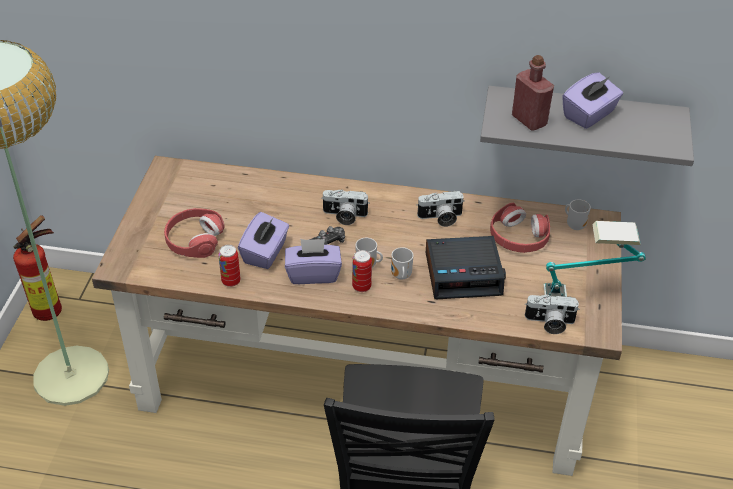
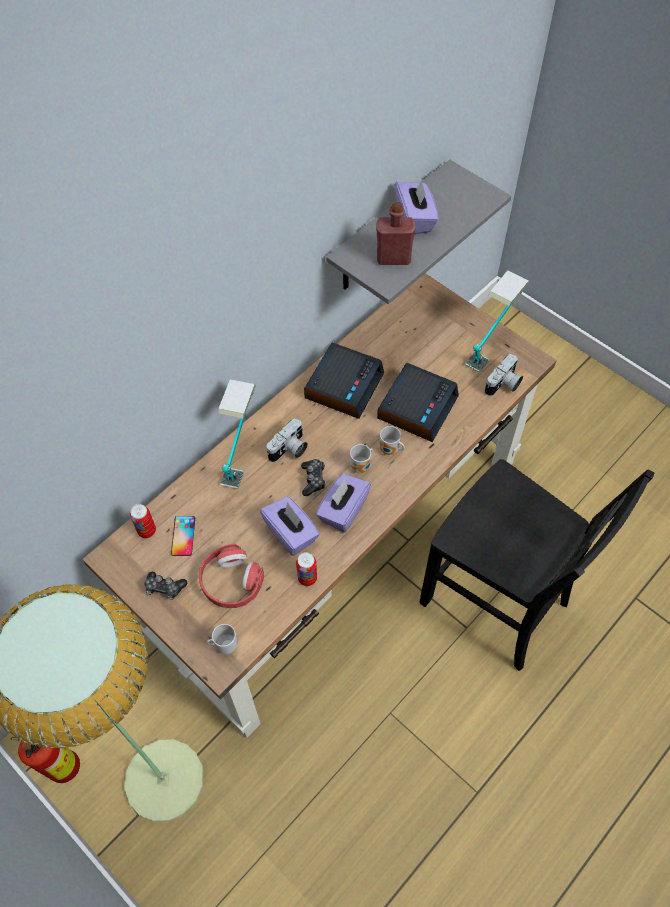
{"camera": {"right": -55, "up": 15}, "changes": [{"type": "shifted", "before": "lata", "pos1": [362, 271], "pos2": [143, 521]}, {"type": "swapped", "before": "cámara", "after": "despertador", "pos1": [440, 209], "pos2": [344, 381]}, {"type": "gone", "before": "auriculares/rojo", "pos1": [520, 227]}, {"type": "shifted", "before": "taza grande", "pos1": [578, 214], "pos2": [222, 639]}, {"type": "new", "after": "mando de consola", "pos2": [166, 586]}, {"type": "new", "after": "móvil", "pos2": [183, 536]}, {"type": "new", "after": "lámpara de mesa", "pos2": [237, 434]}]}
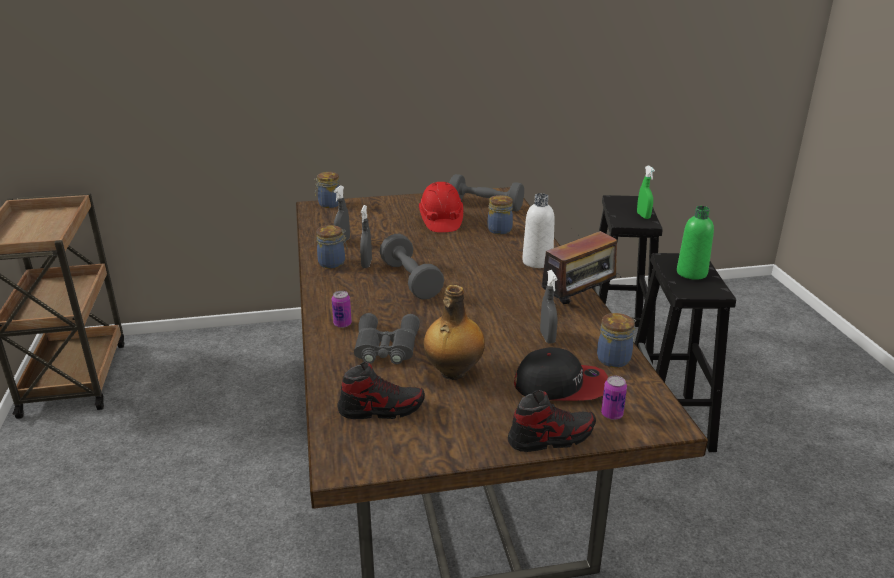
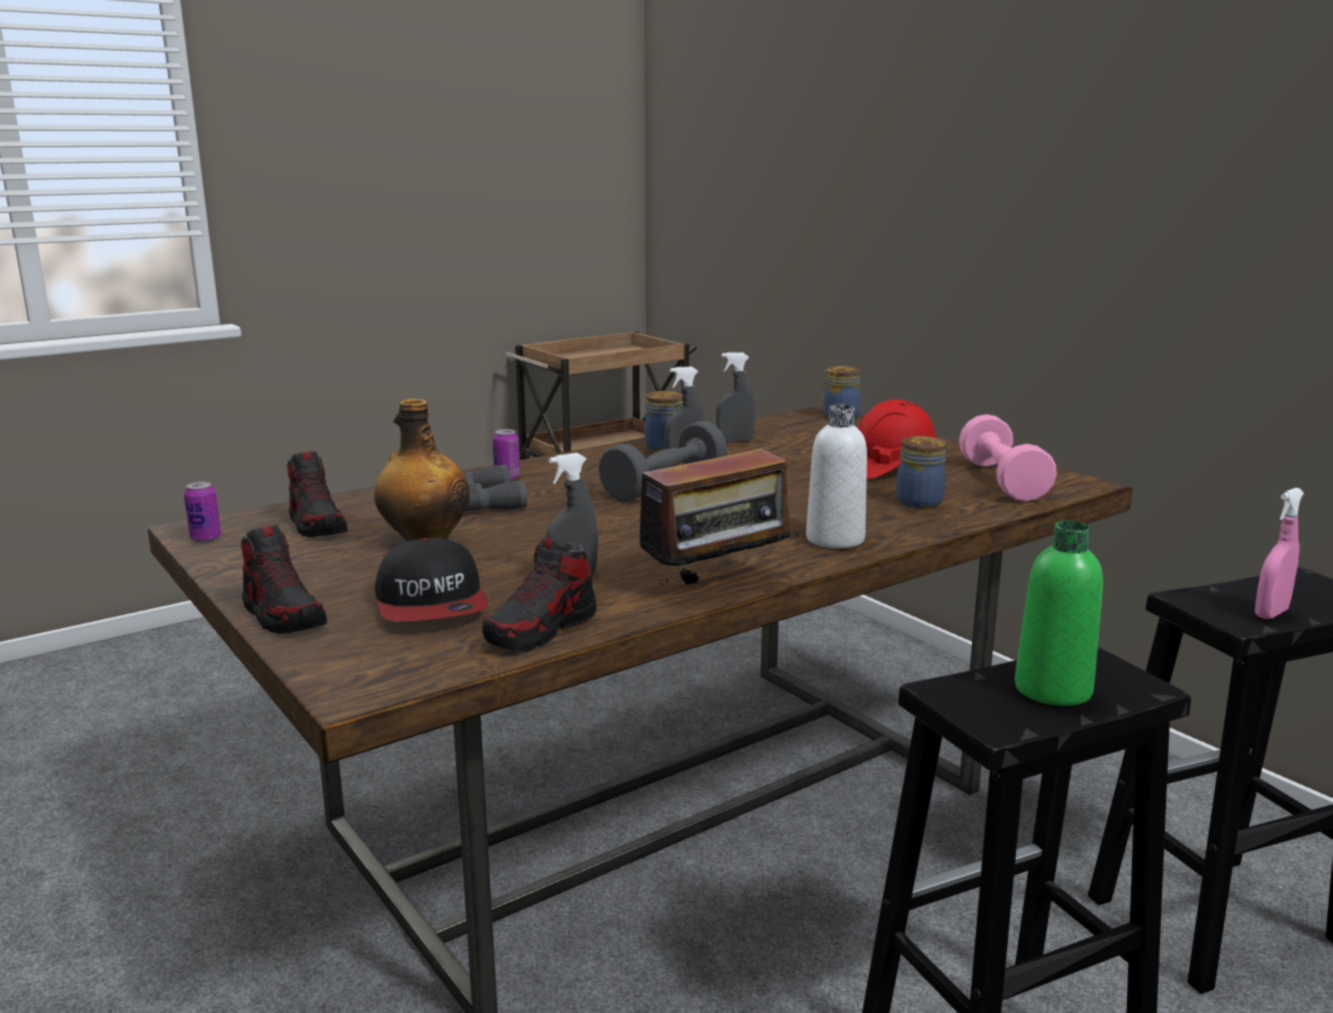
{"camera": {"right": 65, "up": -10}, "changes": [{"type": "repainted", "before": "mancuerna/gris", "after": "mancuerna/rosa", "pos1": [486, 192], "pos2": [1008, 458]}, {"type": "rotated", "before": "radio", "pos1": [578, 267], "pos2": [720, 508], "turn": -60}, {"type": "swapped", "before": "tarro", "after": "zapato", "pos1": [616, 340], "pos2": [539, 594]}, {"type": "shifted", "before": "lata", "pos1": [614, 398], "pos2": [203, 512]}, {"type": "repainted", "before": "pulverizador/verde", "after": "pulverizador/rosa", "pos1": [646, 192], "pos2": [1279, 553]}]}
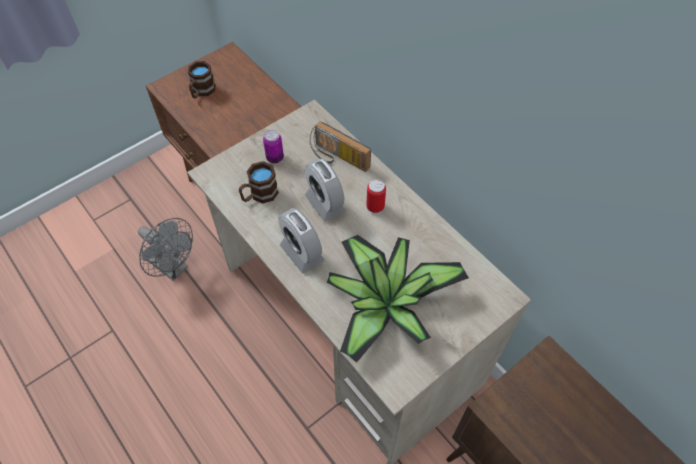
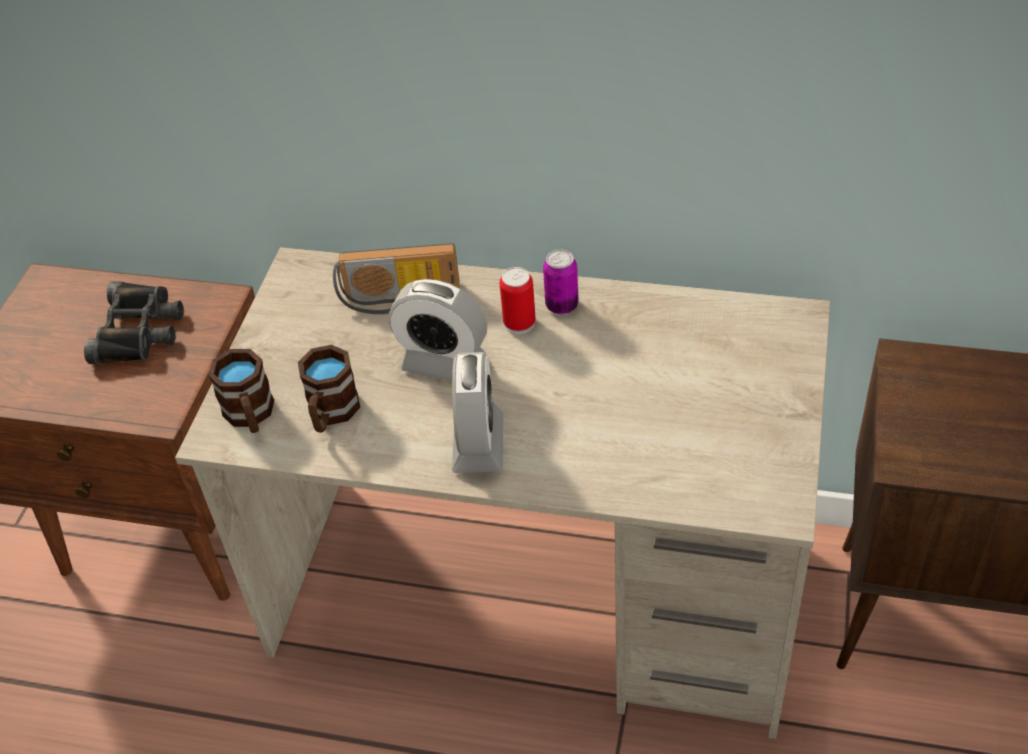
{"camera": {"right": -35, "up": -10}, "changes": [{"type": "gone", "before": "ventilador/gris", "pos1": [165, 249]}, {"type": "shifted", "before": "taza grande/marrón", "pos1": [201, 80], "pos2": [241, 391]}, {"type": "shifted", "before": "lata", "pos1": [273, 146], "pos2": [561, 282]}, {"type": "rotated", "before": "despertador", "pos1": [301, 241], "pos2": [477, 412], "turn": -105}, {"type": "gone", "before": "planta en maceta", "pos1": [398, 299]}, {"type": "new", "after": "prismáticos/negro", "pos2": [134, 322]}]}
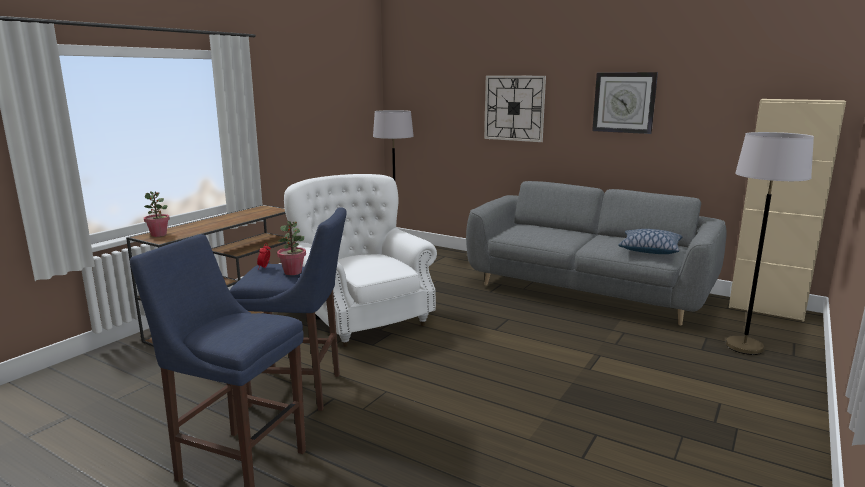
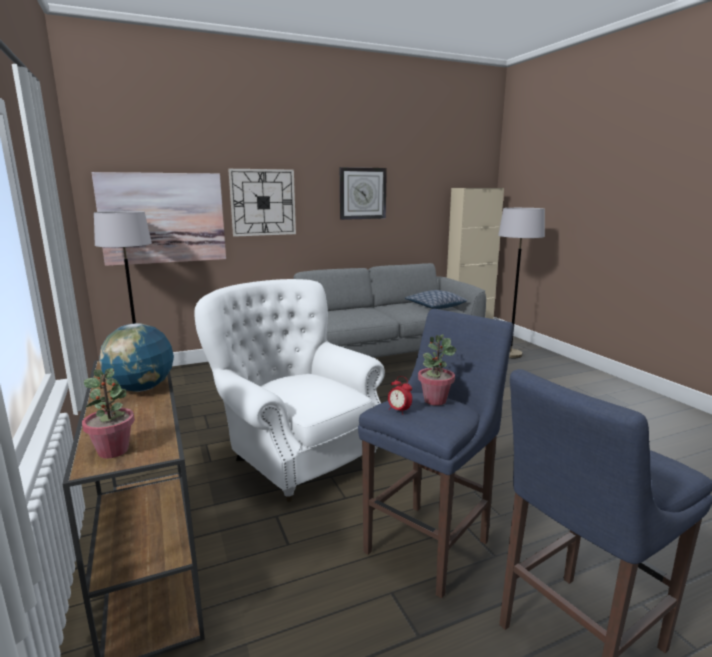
{"camera": {"right": -55, "up": 0}, "changes": [{"type": "rotated", "before": "sillón/blanco", "pos1": [360, 260], "pos2": [290, 390], "turn": 45}, {"type": "new", "after": "cuadro", "pos2": [159, 219]}, {"type": "new", "after": "globo terráqueo", "pos2": [136, 357]}]}
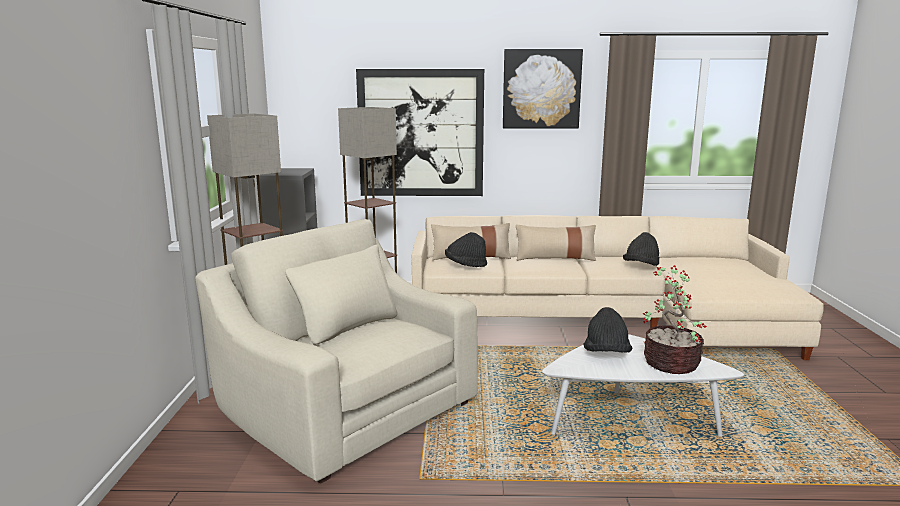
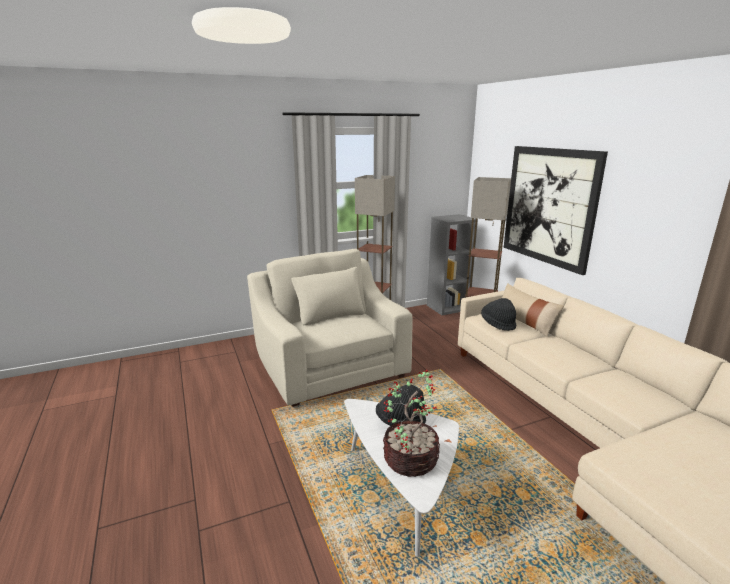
{"camera": {"right": 65, "up": 5}, "changes": [{"type": "rotated", "before": "sillón/beis", "pos1": [337, 351], "pos2": [330, 328], "turn": -45}, {"type": "gone", "before": "cuadro", "pos1": [543, 89]}, {"type": "gone", "before": "cojín/beis", "pos1": [556, 242]}, {"type": "gone", "before": "sombrero/negro", "pos1": [641, 249]}]}
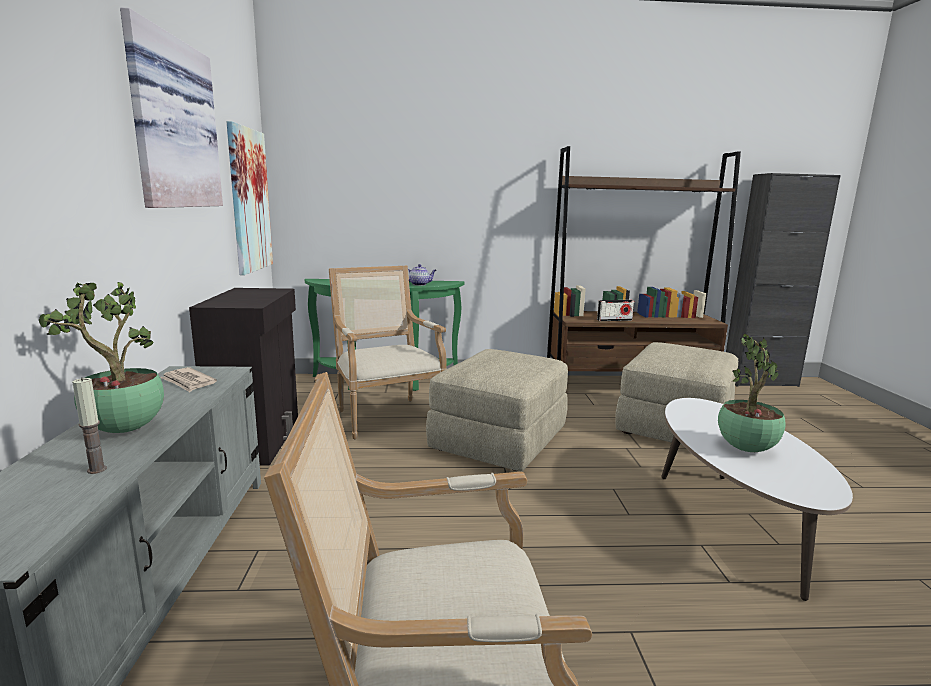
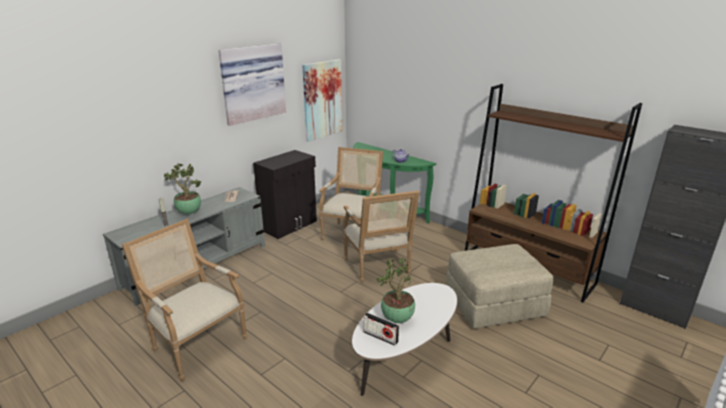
{"camera": {"right": 45, "up": 10}, "changes": [{"type": "swapped", "before": "puf/beis", "after": "sillón", "pos1": [497, 410], "pos2": [381, 236]}, {"type": "shifted", "before": "radio", "pos1": [615, 310], "pos2": [381, 329]}]}
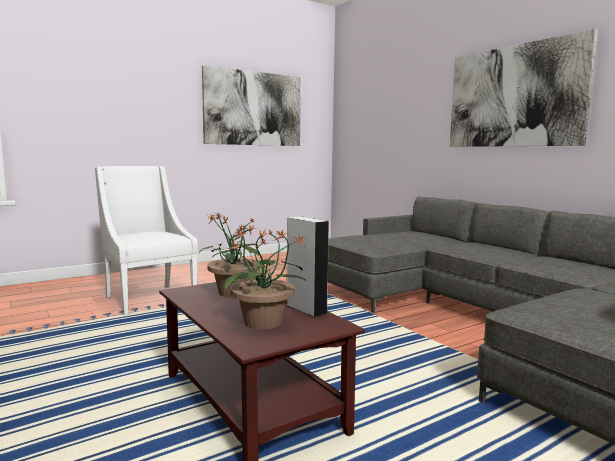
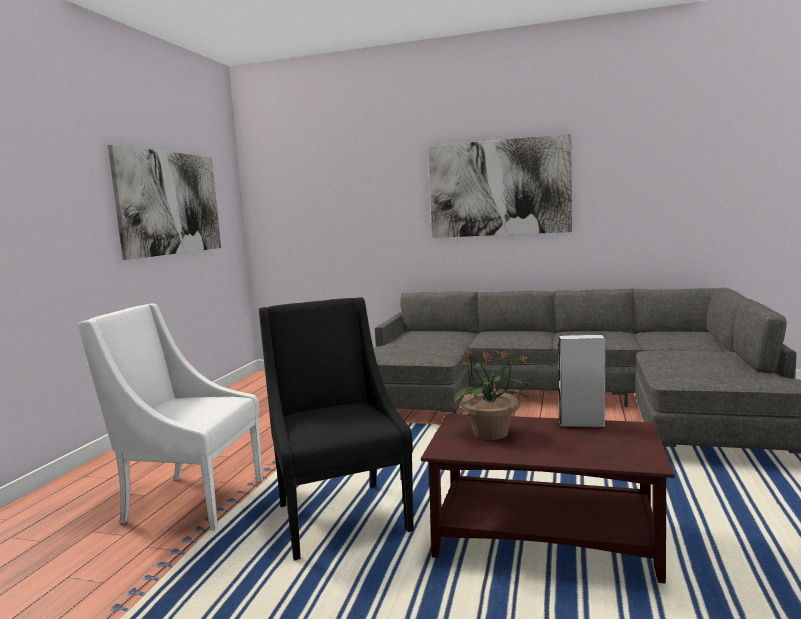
{"camera": {"right": -40, "up": 0}, "changes": [{"type": "gone", "before": "planta en maceta", "pos1": [265, 279]}, {"type": "new", "after": "sillón/negro", "pos2": [336, 428]}]}
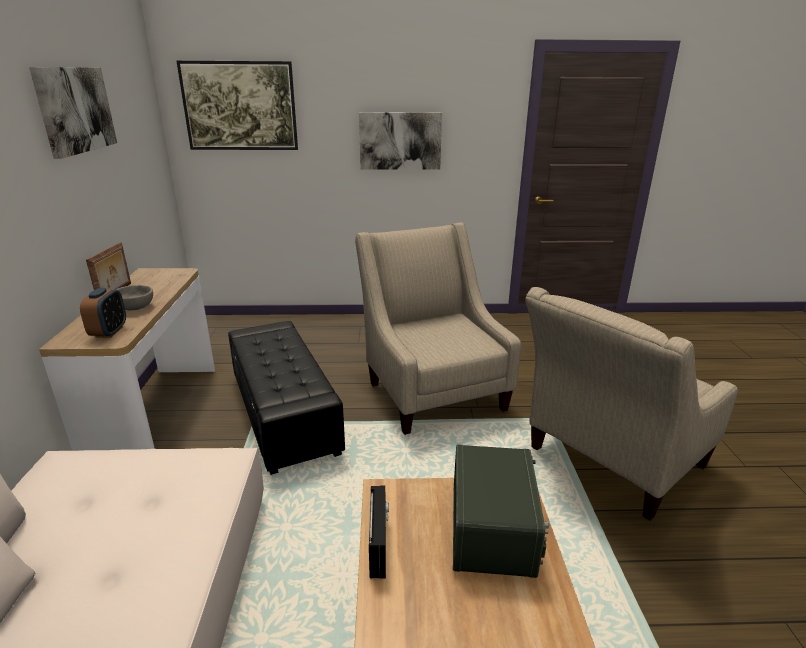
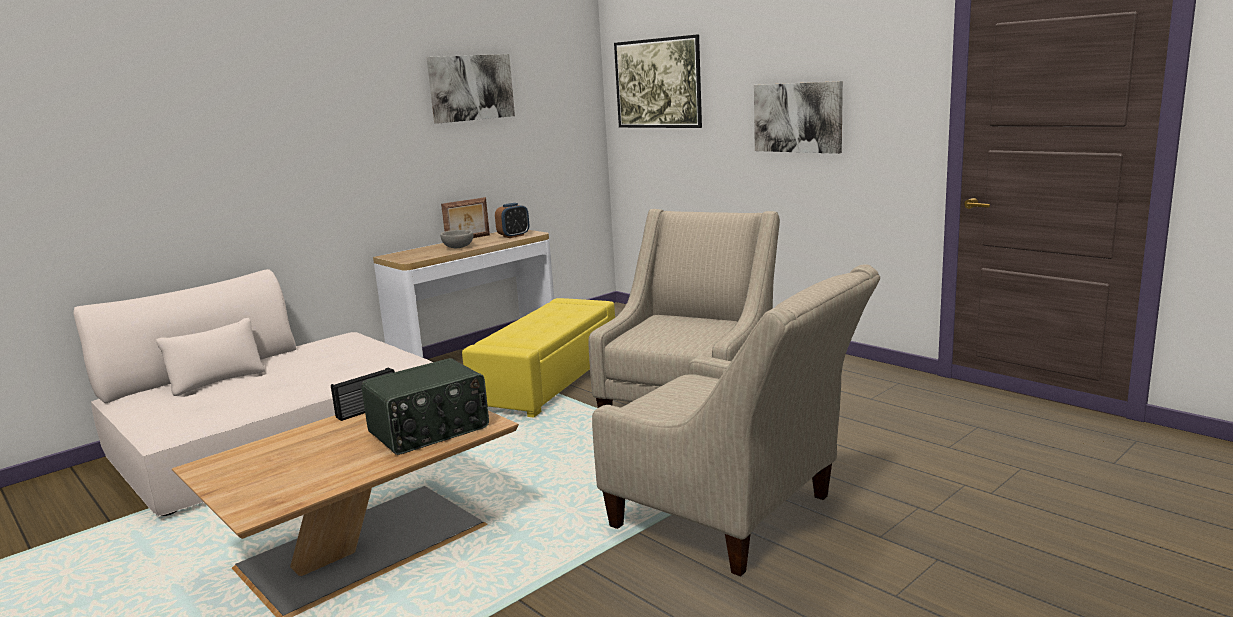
{"camera": {"right": 50, "up": -10}, "changes": [{"type": "shifted", "before": "despertador", "pos1": [103, 313], "pos2": [512, 220]}, {"type": "repainted", "before": "puf/negro", "after": "puf/amarillo", "pos1": [286, 398], "pos2": [538, 358]}, {"type": "rotated", "before": "sillón/beis", "pos1": [632, 404], "pos2": [736, 420], "turn": -150}]}
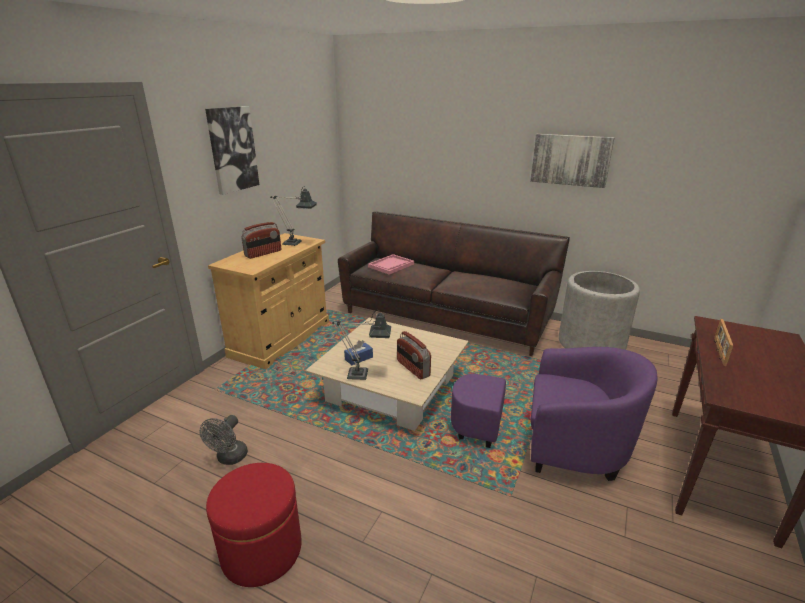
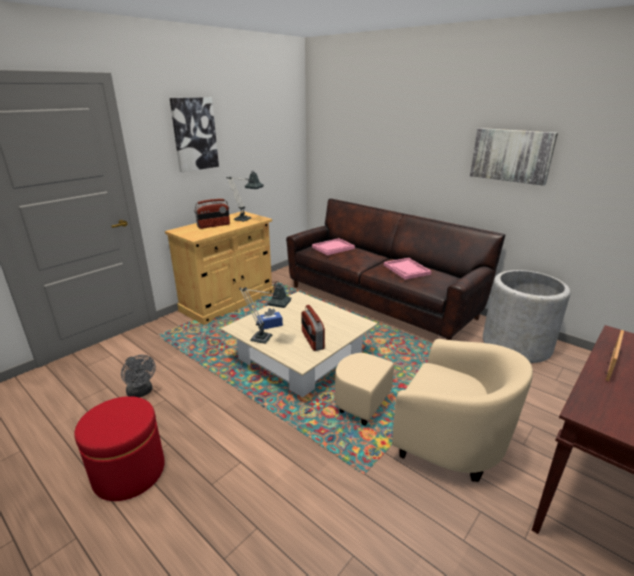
{"camera": {"right": 15, "up": 0}, "changes": [{"type": "rotated", "before": "ventilador/gris", "pos1": [223, 440], "pos2": [138, 376], "turn": -75}, {"type": "repainted", "before": "sillón/morado", "after": "sillón/beis", "pos1": [554, 414], "pos2": [434, 410]}, {"type": "new", "after": "bandeja/rosa", "pos2": [407, 269]}]}
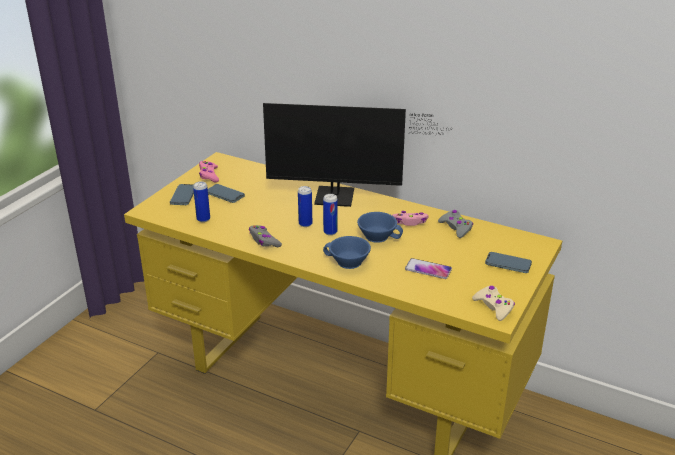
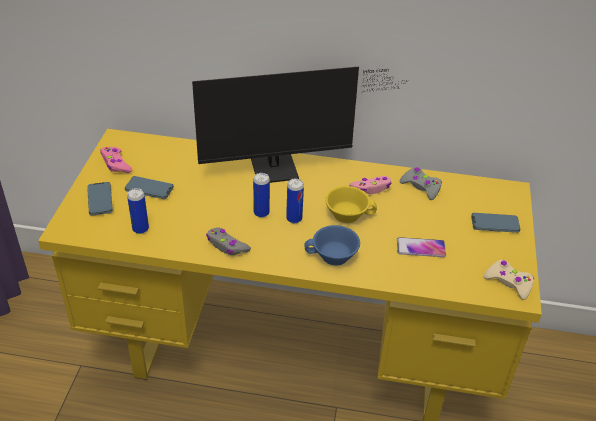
{"camera": {"right": -20, "up": 10}, "changes": [{"type": "repainted", "before": "taza/azul", "after": "taza/amarillo", "pos1": [380, 227], "pos2": [351, 204]}]}
